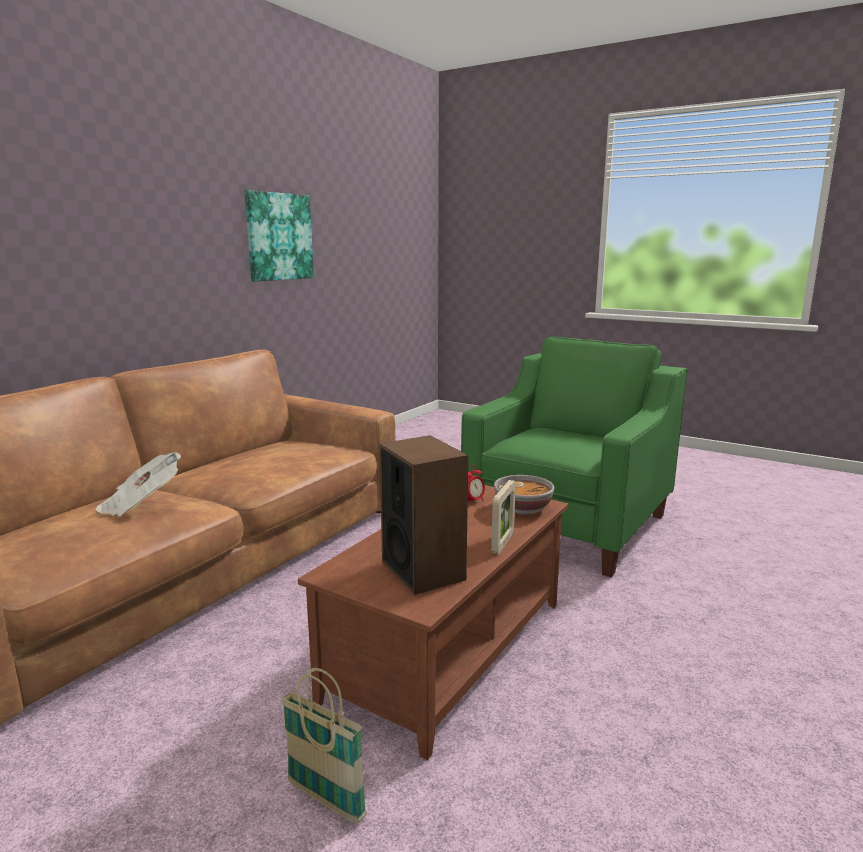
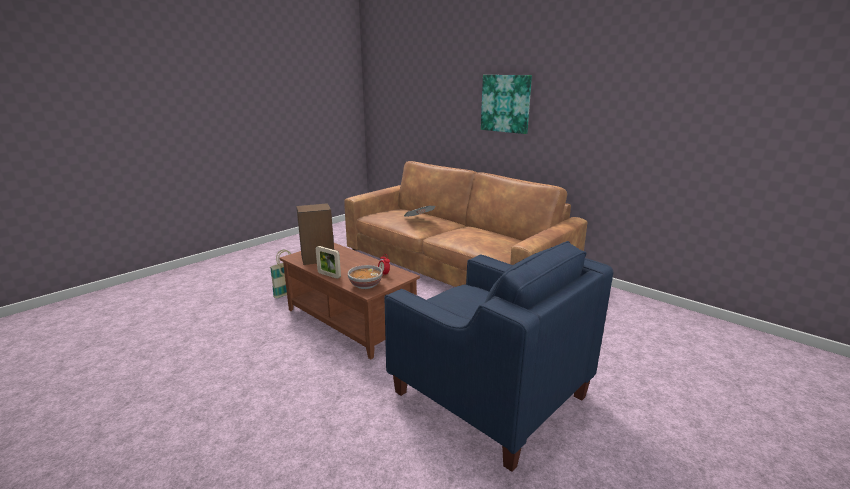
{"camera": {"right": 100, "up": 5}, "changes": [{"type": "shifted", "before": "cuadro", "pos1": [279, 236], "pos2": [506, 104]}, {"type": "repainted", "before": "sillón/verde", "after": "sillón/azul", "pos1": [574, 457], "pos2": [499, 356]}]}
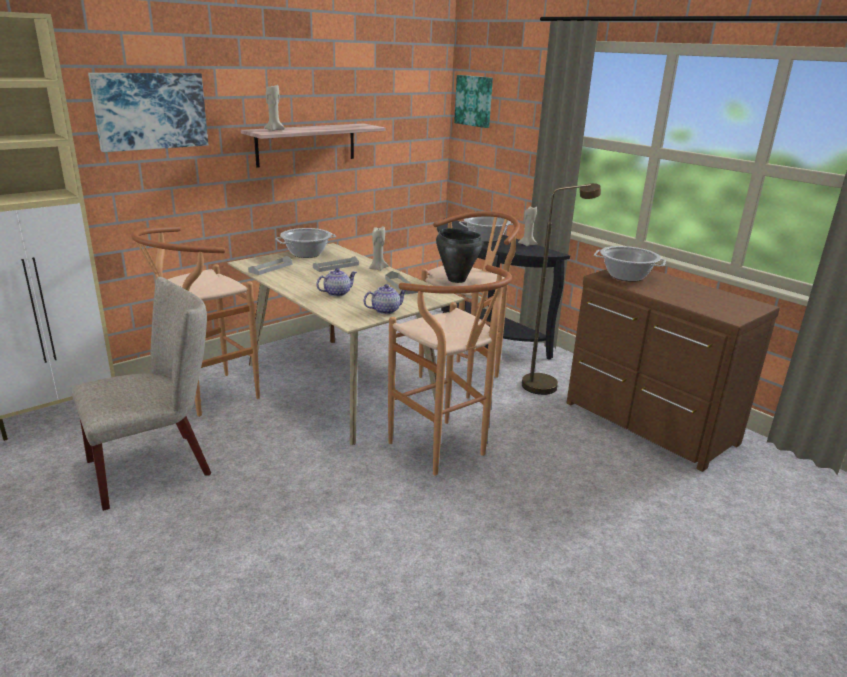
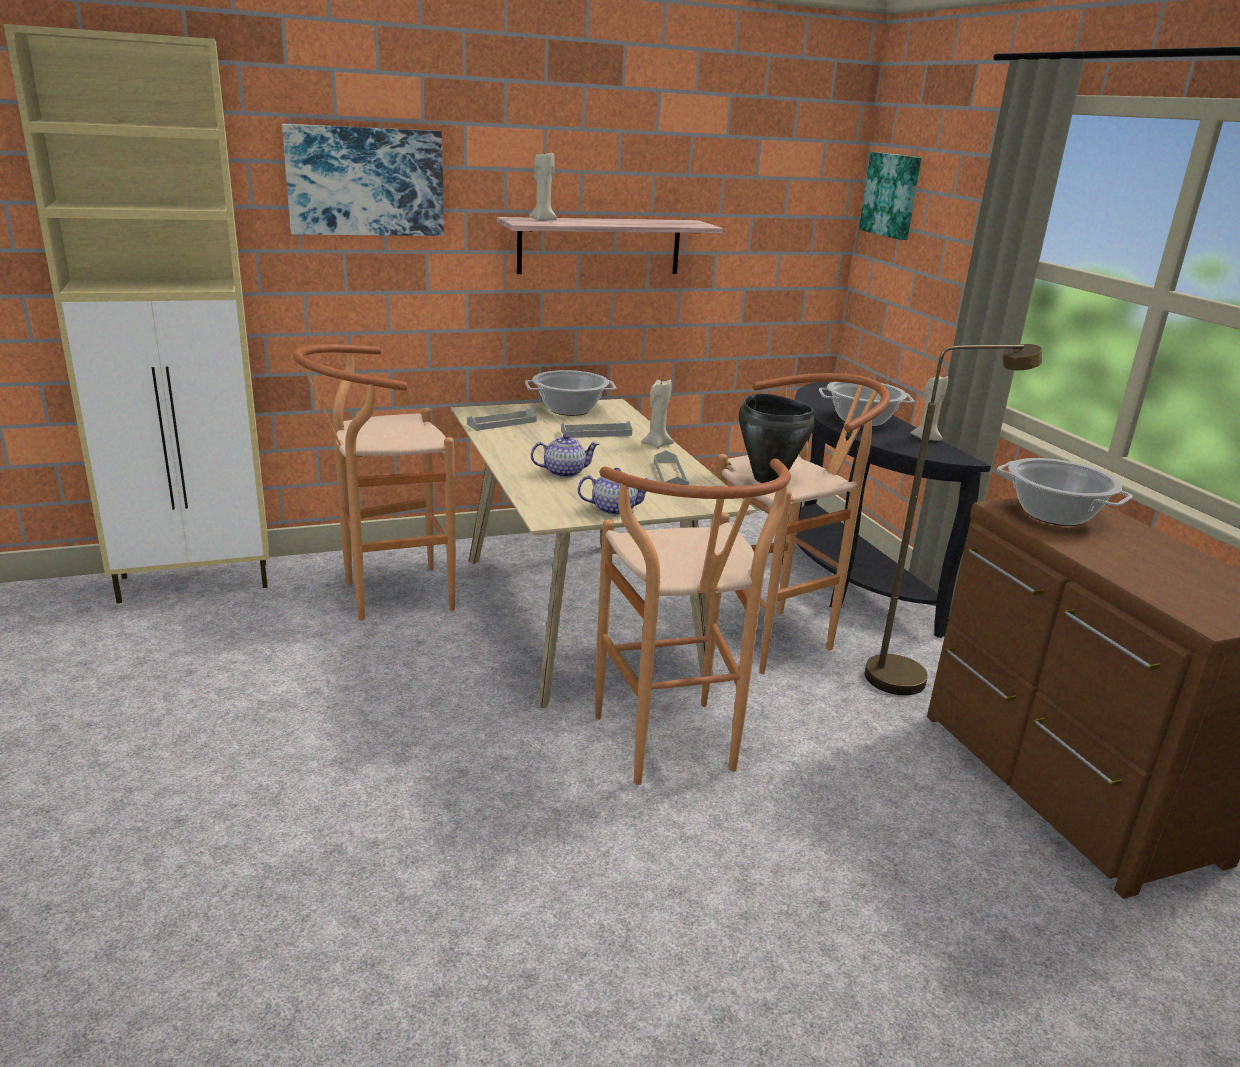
{"camera": {"right": 20, "up": 0}, "changes": [{"type": "gone", "before": "silla/beis", "pos1": [141, 394]}]}
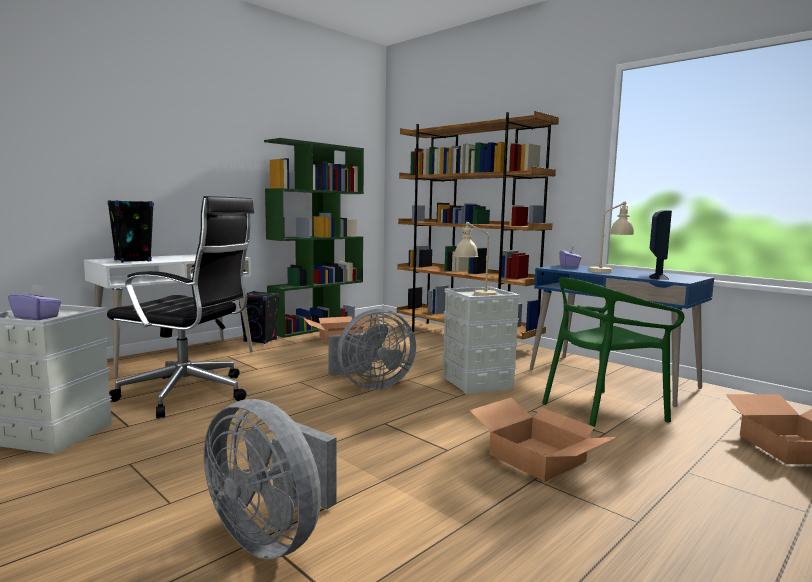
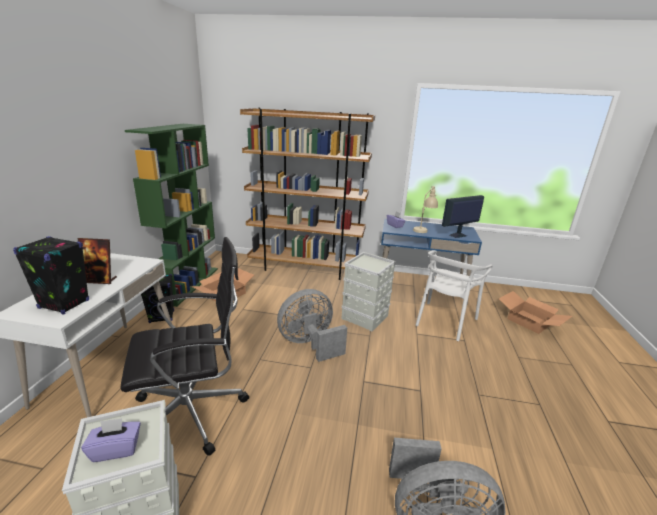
{"camera": {"right": -35, "up": 15}, "changes": [{"type": "rotated", "before": "ventilador/gris", "pos1": [372, 349], "pos2": [312, 325], "turn": -150}, {"type": "gone", "before": "lámpara de mesa/beis", "pos1": [476, 259]}, {"type": "gone", "before": "caja de cartón", "pos1": [543, 440]}, {"type": "repainted", "before": "silla/verde", "after": "silla/blanco", "pos1": [613, 354], "pos2": [454, 295]}, {"type": "rotated", "before": "monitor", "pos1": [660, 245], "pos2": [463, 216], "turn": -105}, {"type": "new", "after": "portarretratos", "pos2": [97, 261]}]}
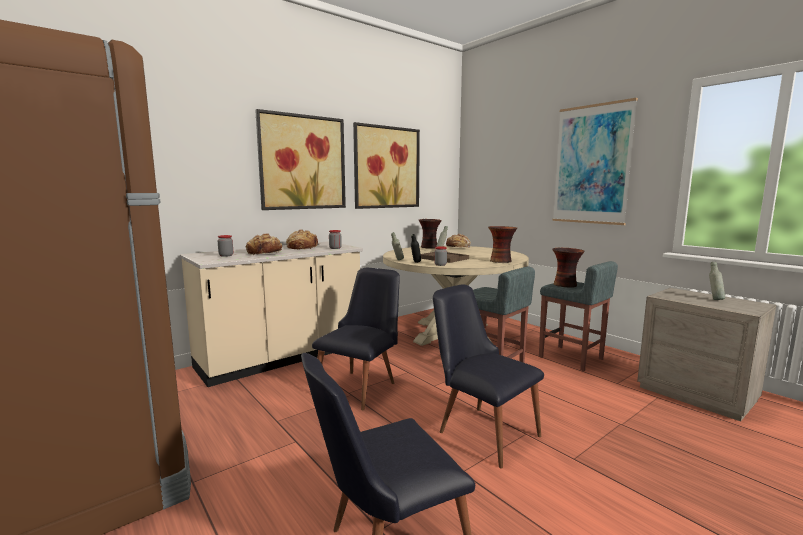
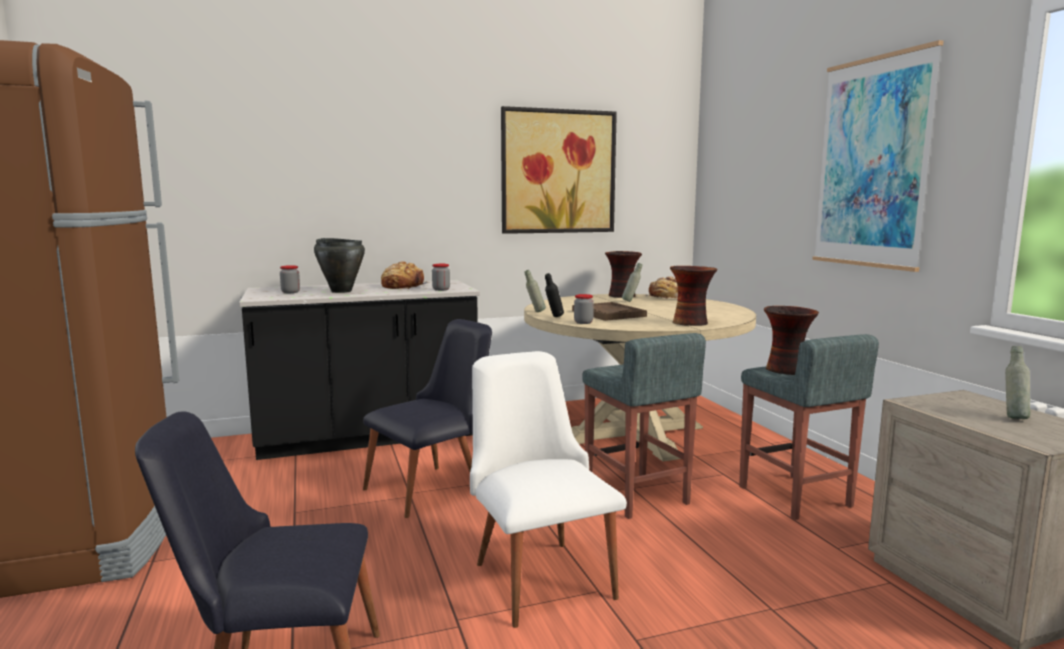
{"camera": {"right": 20, "up": 0}, "changes": [{"type": "repainted", "before": "mueble bajo de cocina/beis", "after": "mueble bajo de cocina/negro", "pos1": [271, 314], "pos2": [359, 370]}, {"type": "swapped", "before": "pan", "after": "olla/negro", "pos1": [264, 244], "pos2": [339, 265]}, {"type": "gone", "before": "cuadro", "pos1": [300, 159]}, {"type": "repainted", "before": "silla/negro", "after": "silla/blanco", "pos1": [488, 376], "pos2": [548, 489]}]}
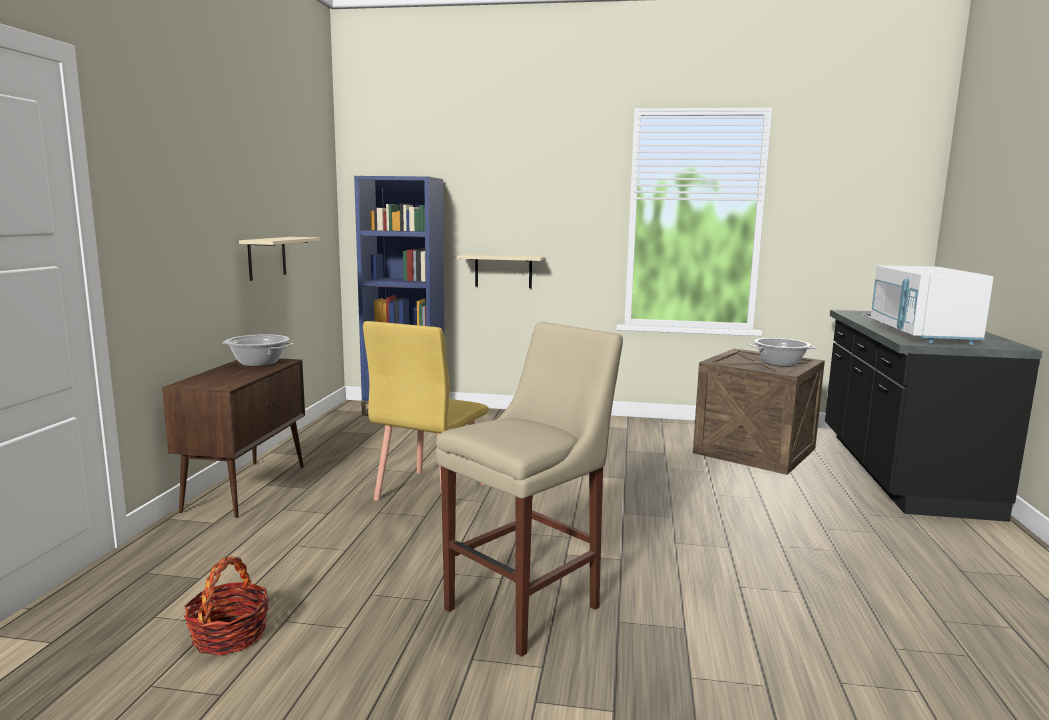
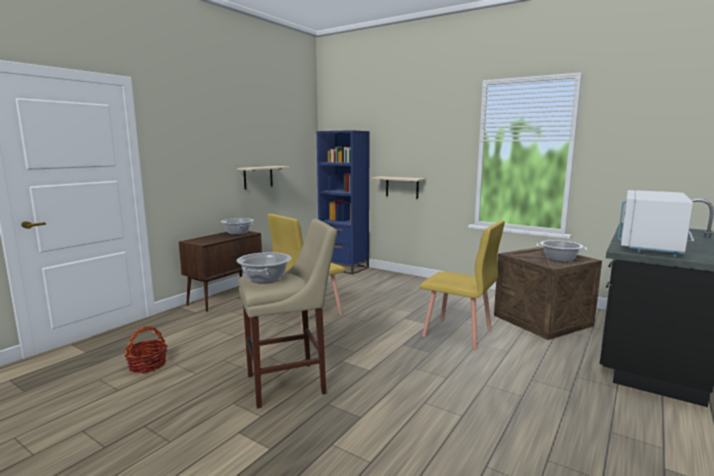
{"camera": {"right": 25, "up": 0}, "changes": [{"type": "new", "after": "olla", "pos2": [264, 268]}, {"type": "new", "after": "silla/amarillo", "pos2": [462, 285]}]}
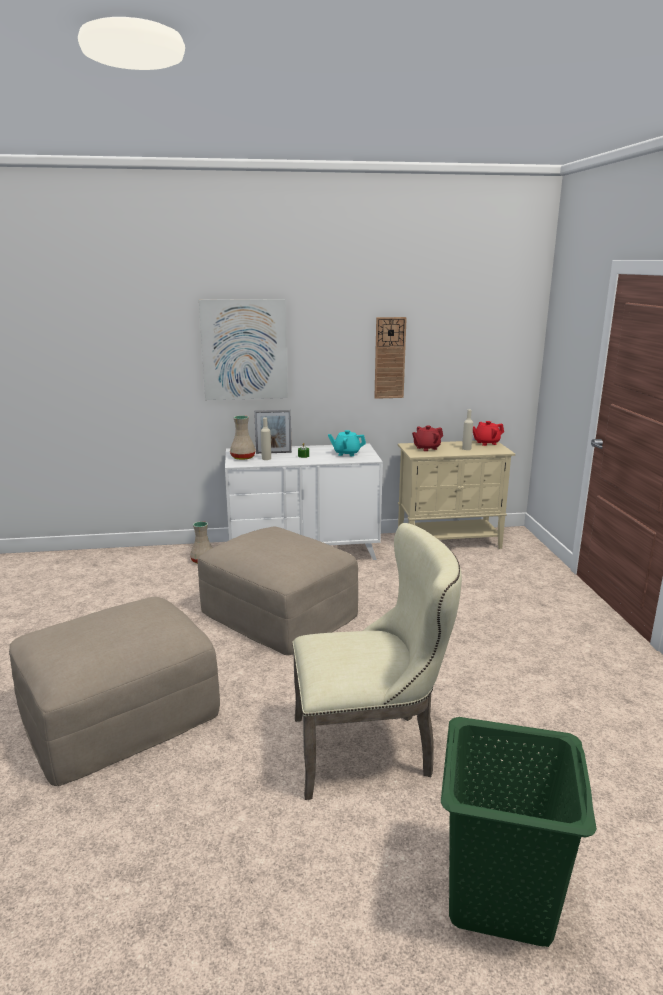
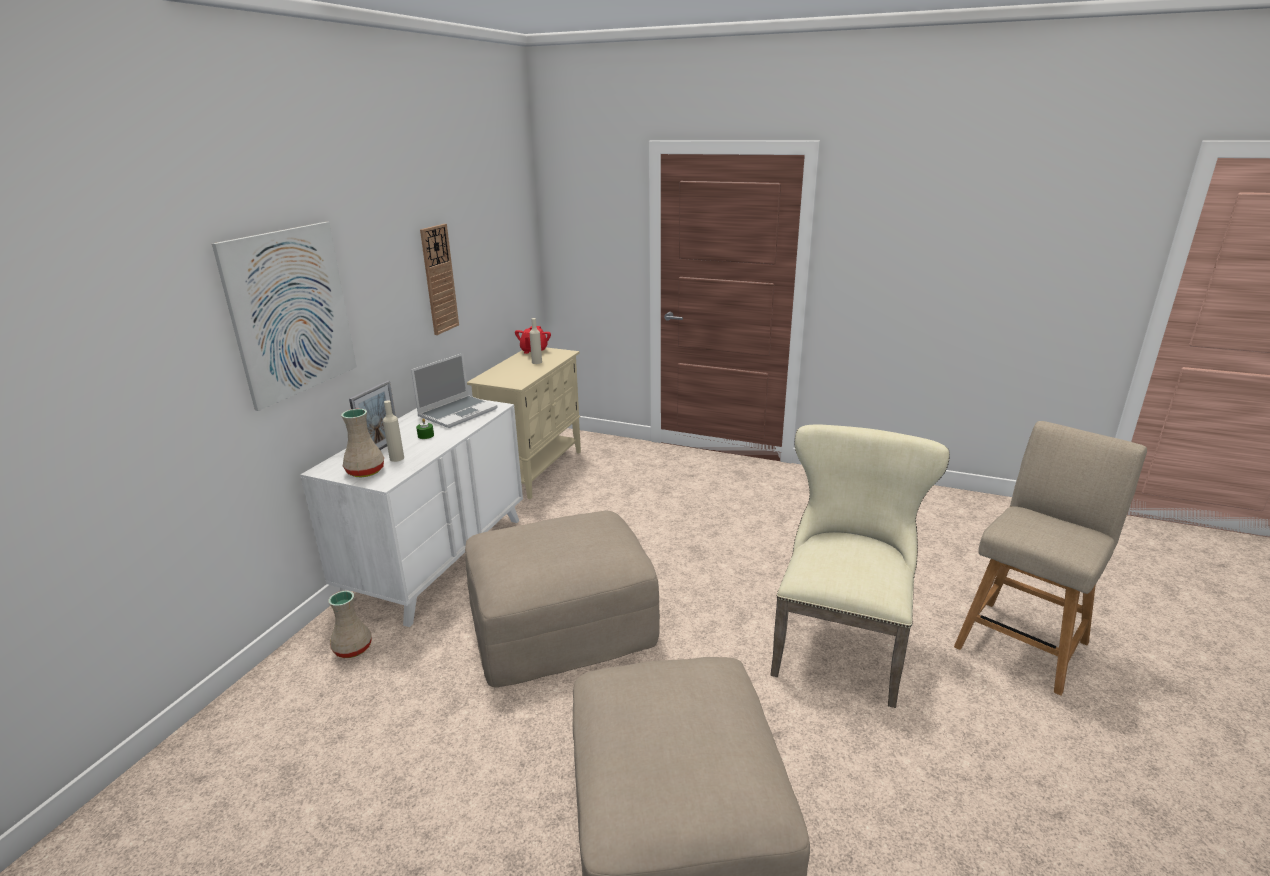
{"camera": {"right": -60, "up": 5}, "changes": [{"type": "swapped", "before": "tetera/turquesa", "after": "portátil", "pos1": [347, 443], "pos2": [454, 390]}, {"type": "gone", "before": "tetera/rojo", "pos1": [427, 438]}, {"type": "swapped", "before": "cesto de la ropa/verde", "after": "silla/beis", "pos1": [519, 832], "pos2": [1050, 558]}]}
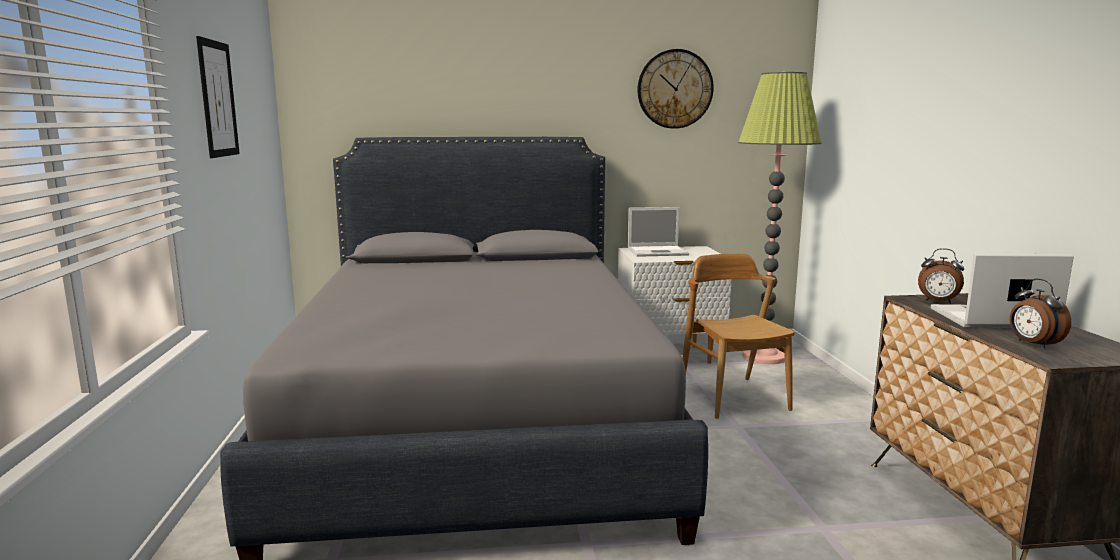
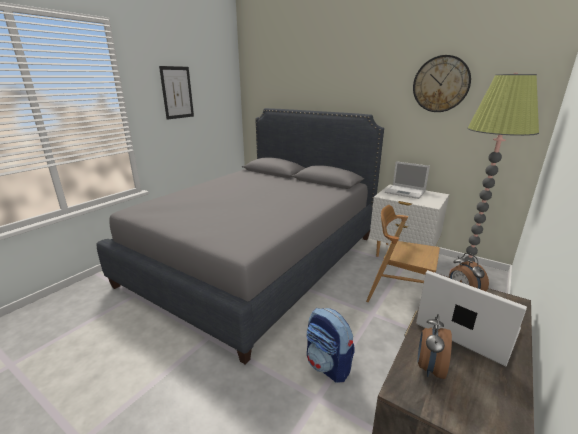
{"camera": {"right": 40, "up": 10}, "changes": [{"type": "rotated", "before": "silla/marrón", "pos1": [739, 336], "pos2": [403, 253], "turn": -90}, {"type": "new", "after": "mochila", "pos2": [330, 345]}]}
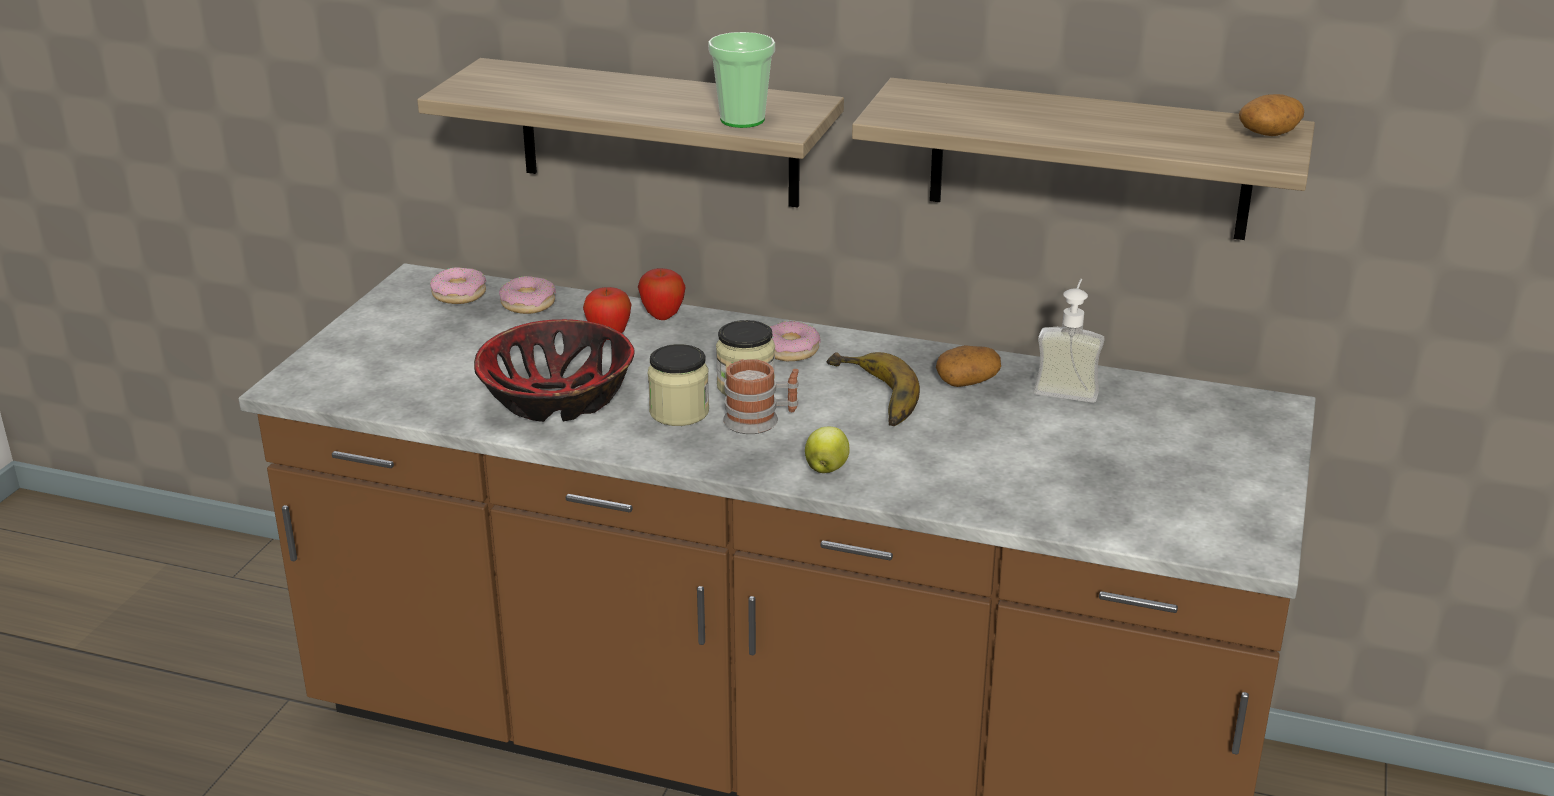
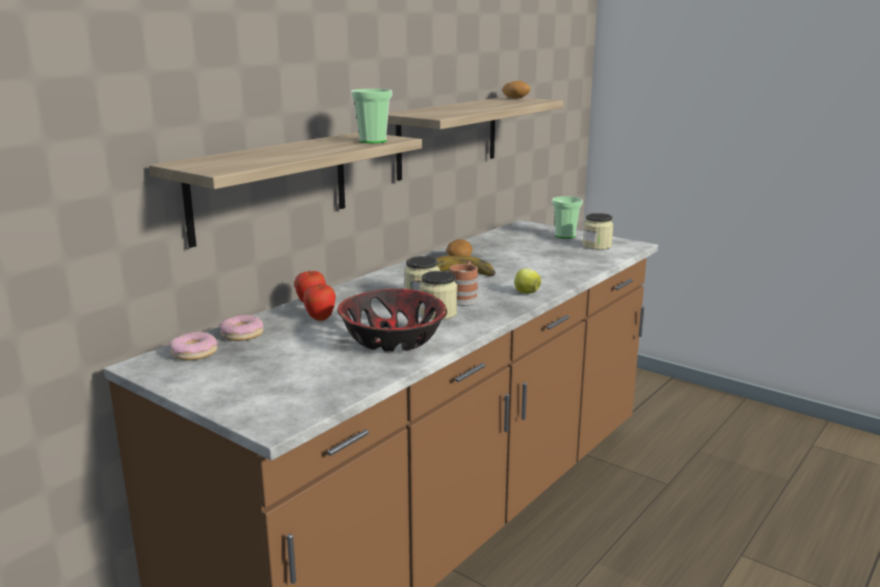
{"camera": {"right": -70, "up": -10}, "changes": [{"type": "gone", "before": "rosquilla", "pos1": [795, 341]}, {"type": "gone", "before": "dispensador de jabón", "pos1": [1069, 341]}, {"type": "new", "after": "taza", "pos2": [567, 217]}, {"type": "new", "after": "tarro", "pos2": [598, 231]}]}
